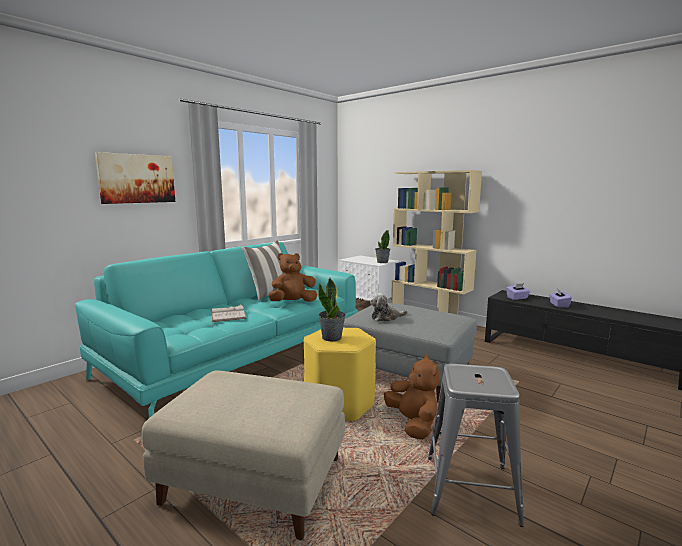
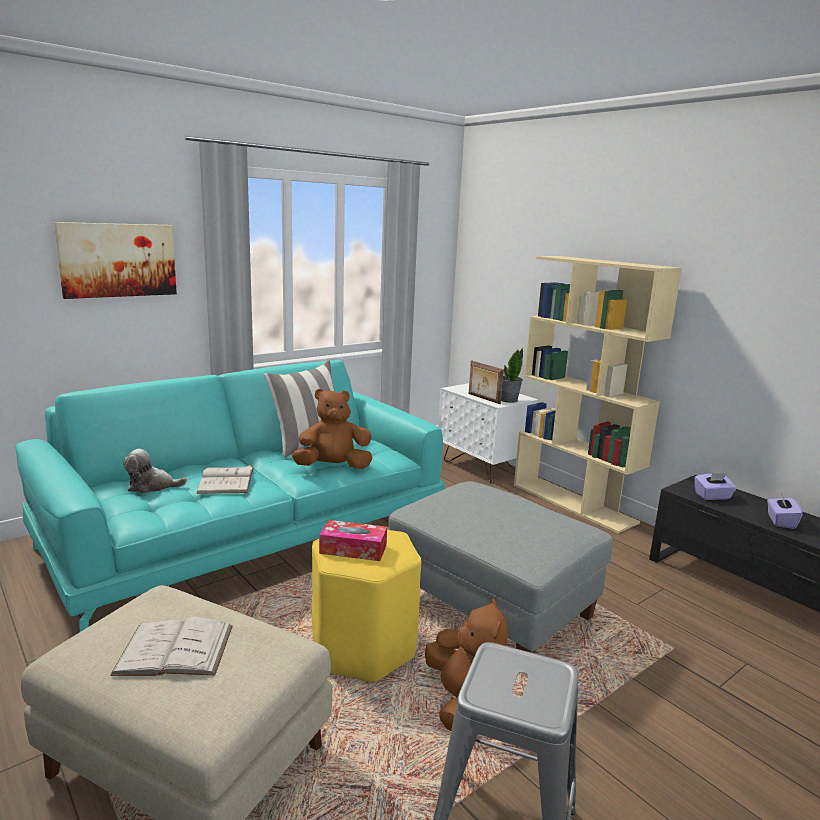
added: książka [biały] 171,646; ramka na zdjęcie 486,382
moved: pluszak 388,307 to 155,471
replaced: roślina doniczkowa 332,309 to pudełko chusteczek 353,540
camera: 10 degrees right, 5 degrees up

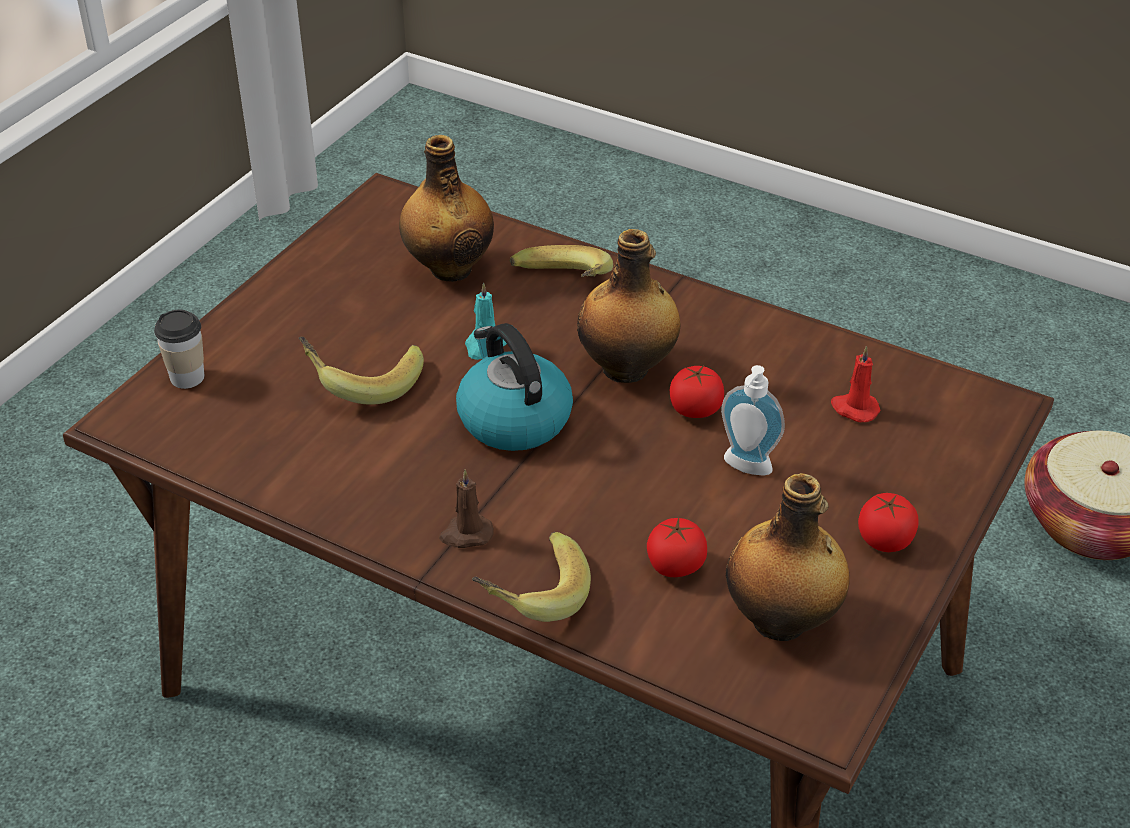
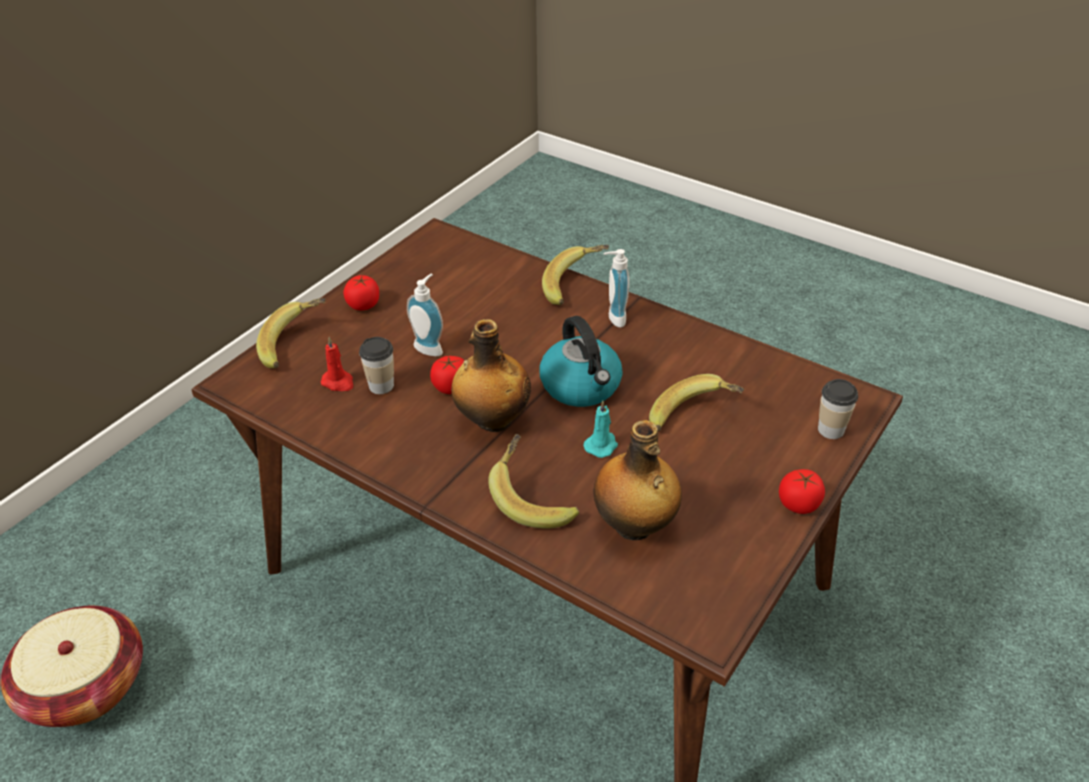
removed: butelka 788,557
added: banan 290,333; filiżanka 376,365
moved: pomidor 677,547 to 802,491
replaced: świeca [brązowy] 466,509 to dozownik mydła 616,288
camera: 175 degrees left, 0 degrees up

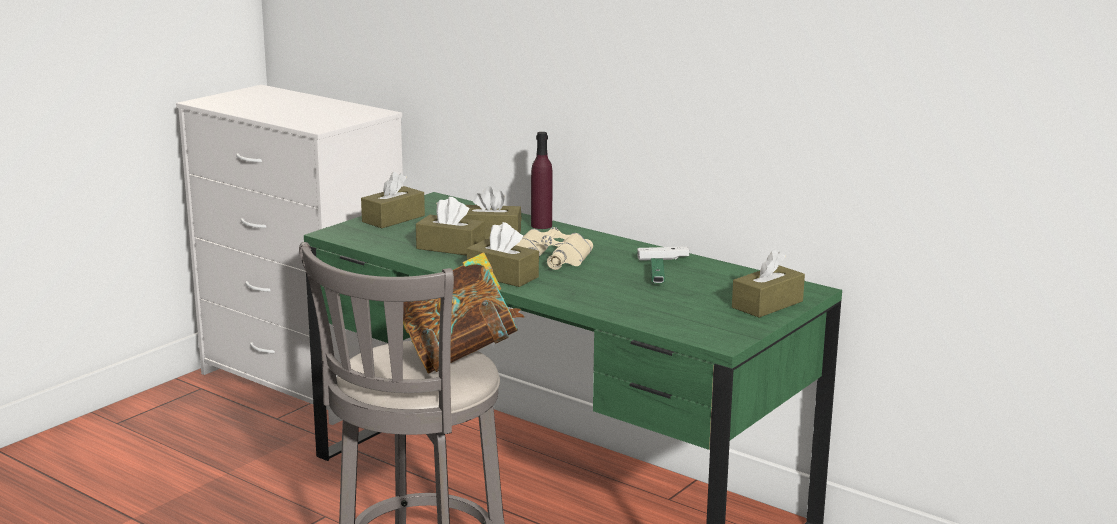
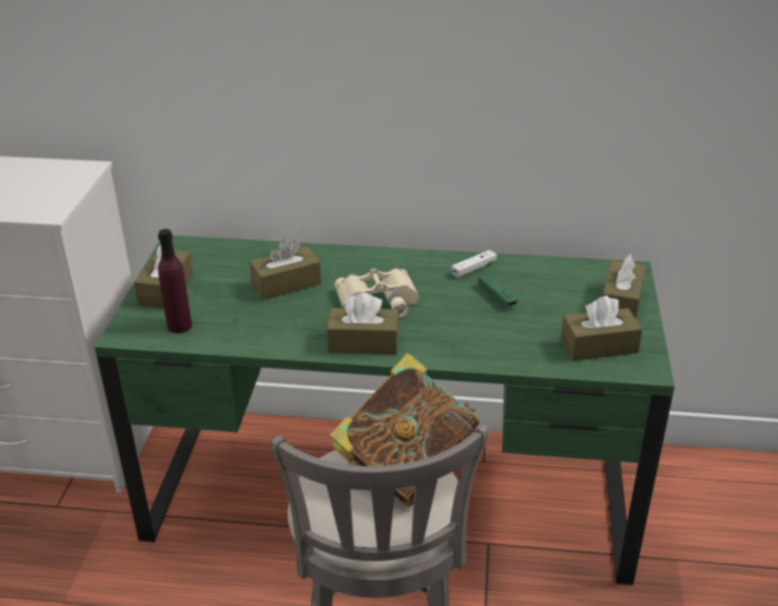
moved: pudełko chusteczek [brązowy] 450,226 to 602,328; butelka [fioletowy] 541,180 to 175,281
camera: 30 degrees left, 15 degrees up

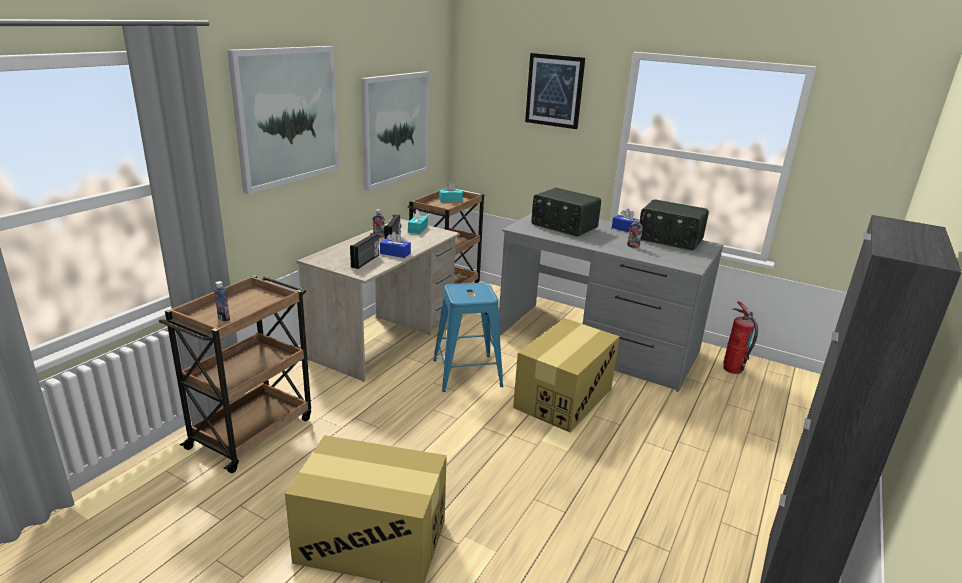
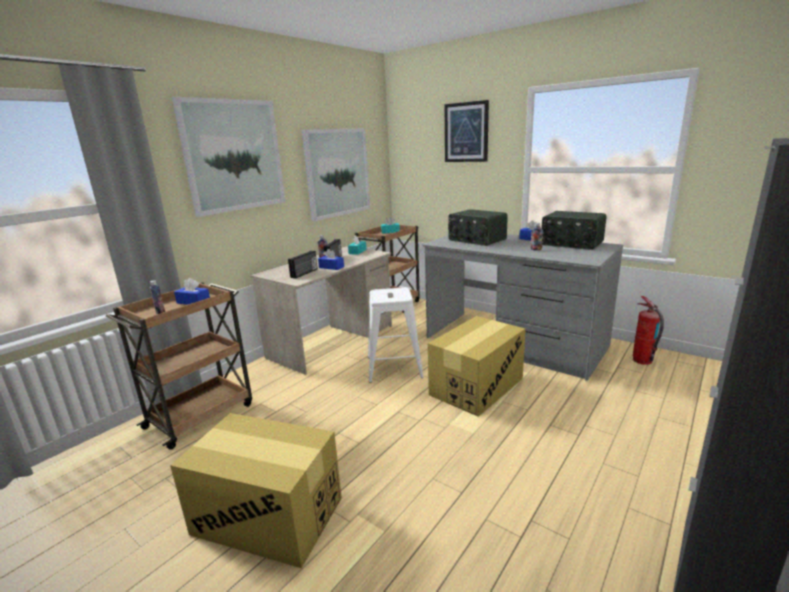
added: pudełko chusteczek [niebieski] 192,291
recoloured: stołek [niebieski] 468,337 to stołek [biały] 396,335
camera: 10 degrees right, 5 degrees down

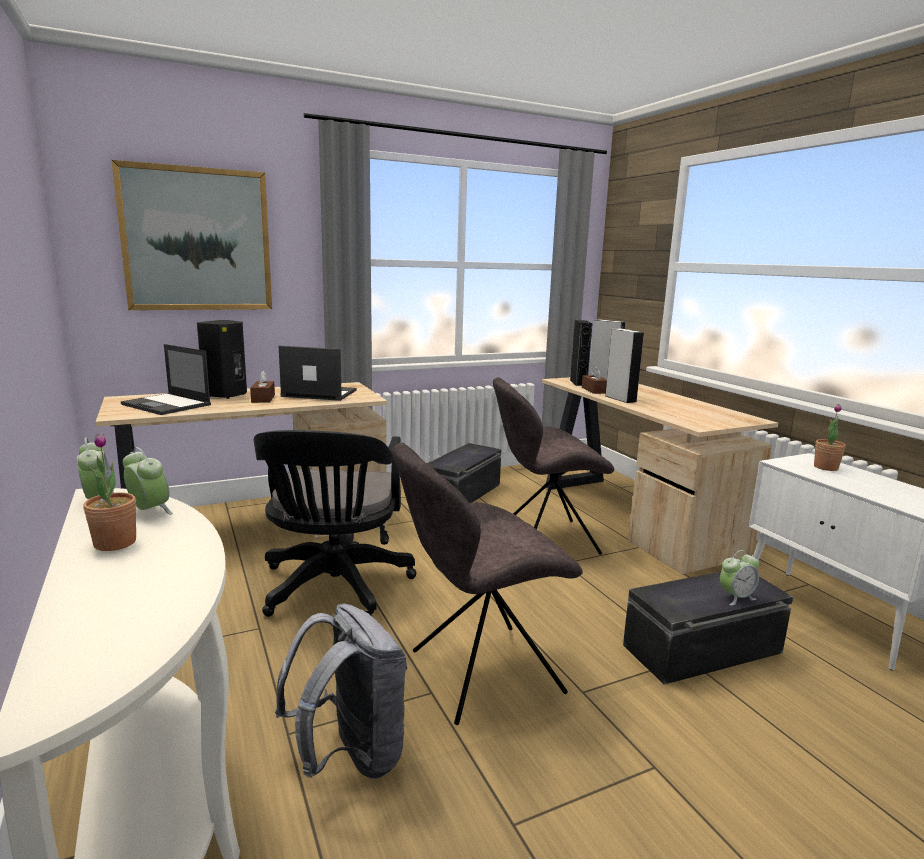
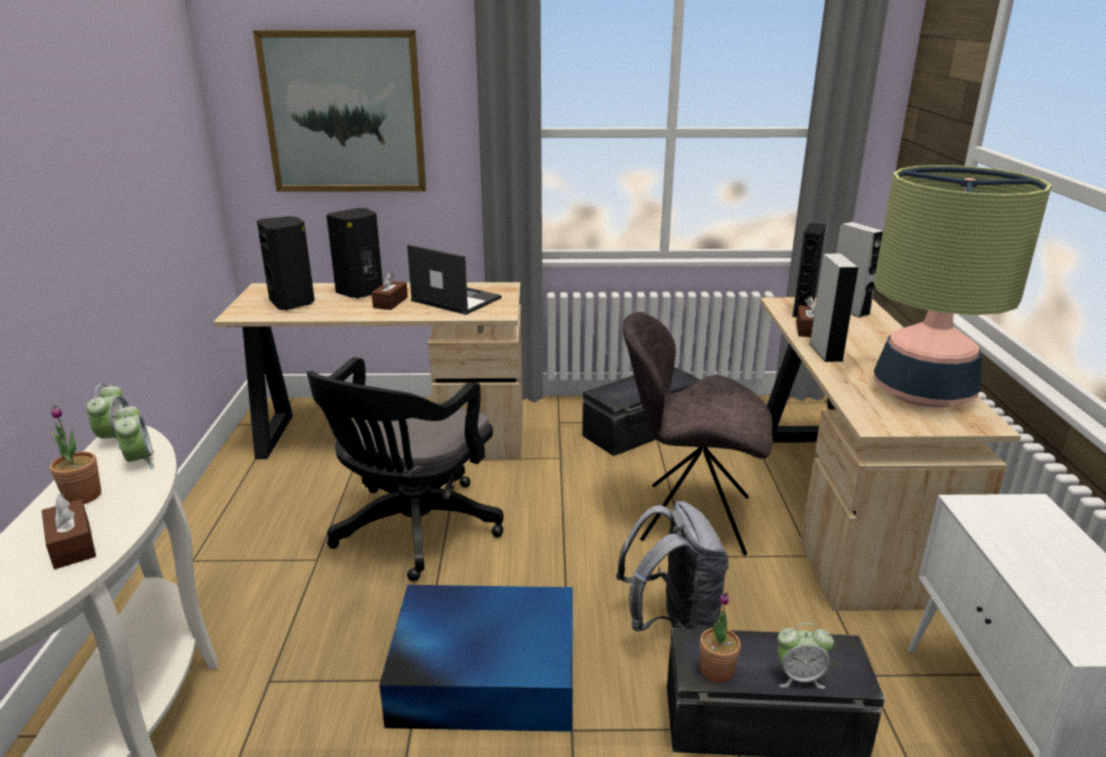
added: pudełko chusteczek [brązowy] 69,531; lampa stołowa 962,286
moved: plecak [szary] 341,691 to 672,566; roślina doniczkowa 830,437 to 720,637
replaced: laptop 166,379 to głośnik [czarny] 286,263; krzesło [szary] 487,583 to pojemnik do przechowywania [niebieski] 476,658
camera: 25 degrees right, 10 degrees up

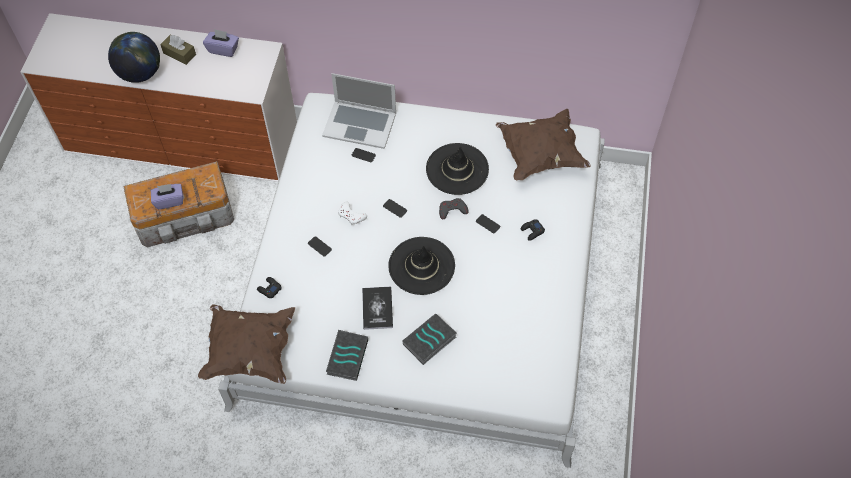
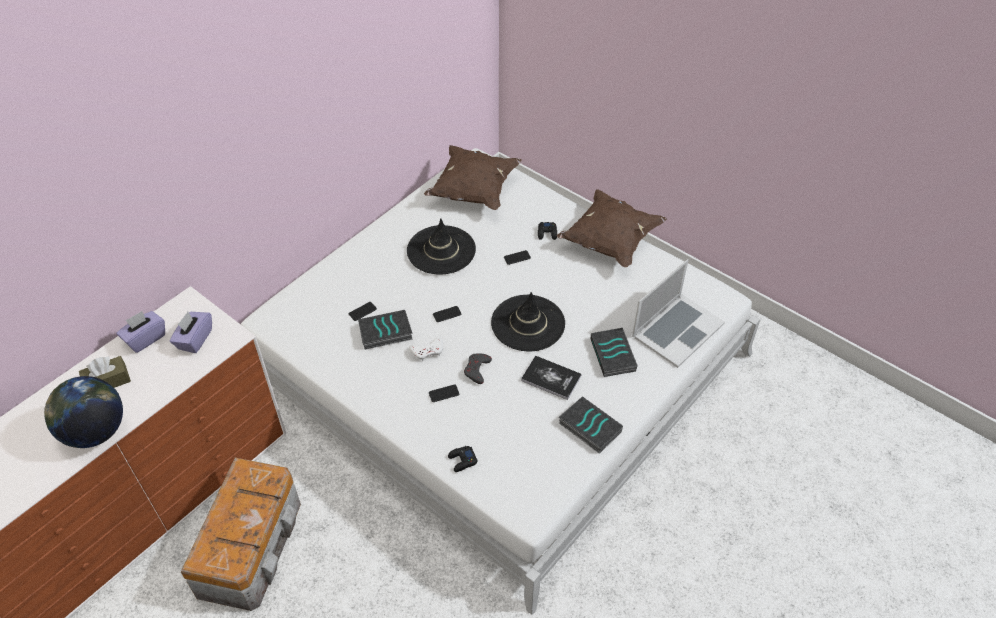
added: książka 385,330
moved: pudełko chusteczek [fioletowy] 167,196 to 191,332; poduszka [brązowy] 246,344 to 612,228; laptop 359,111 to 678,313; pad do gier [szary] 453,208 to 478,368
camera: 60 degrees left, 10 degrees down

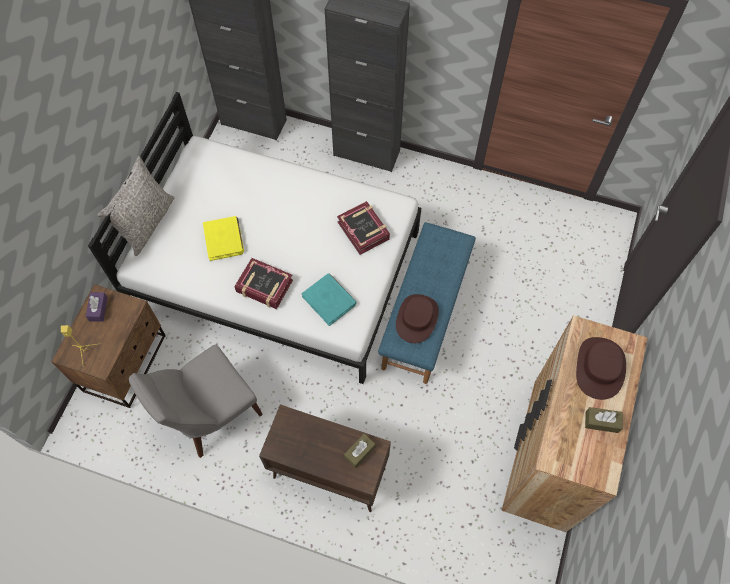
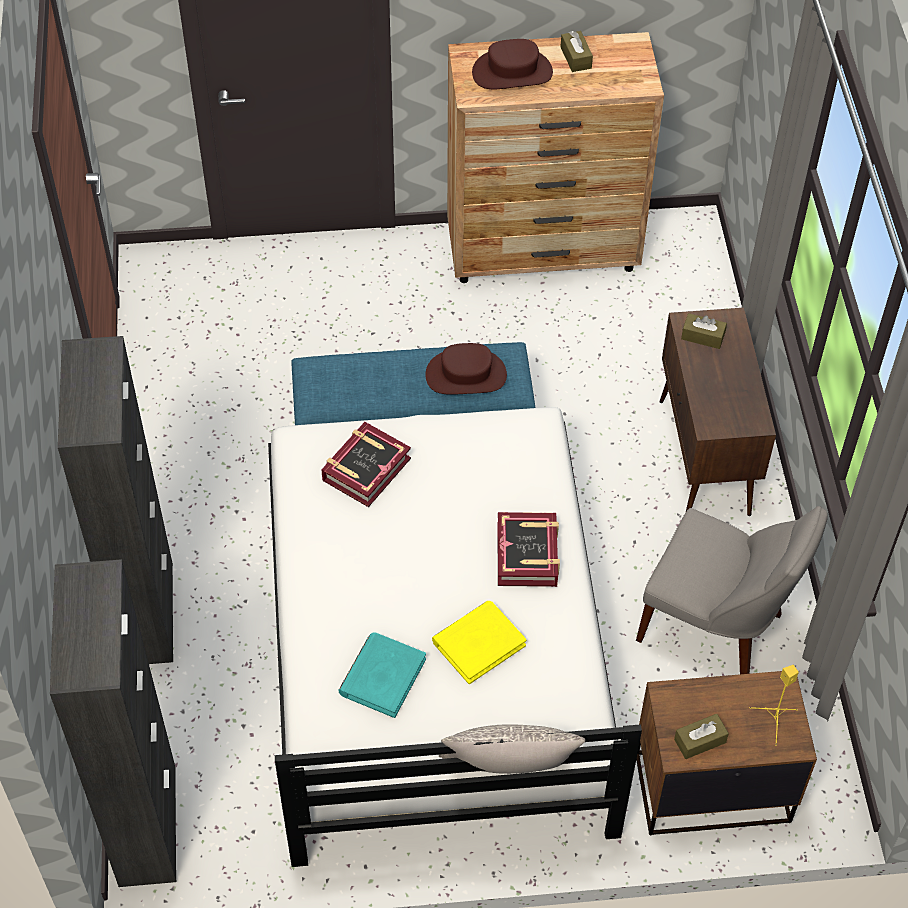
moved: książka [turkusowy] 329,299 to 382,675
recoloured: pudełko chusteczek [fioletowy] 97,307 to pudełko chusteczek [brązowy] 701,736
camera: 115 degrees left, 10 degrees down

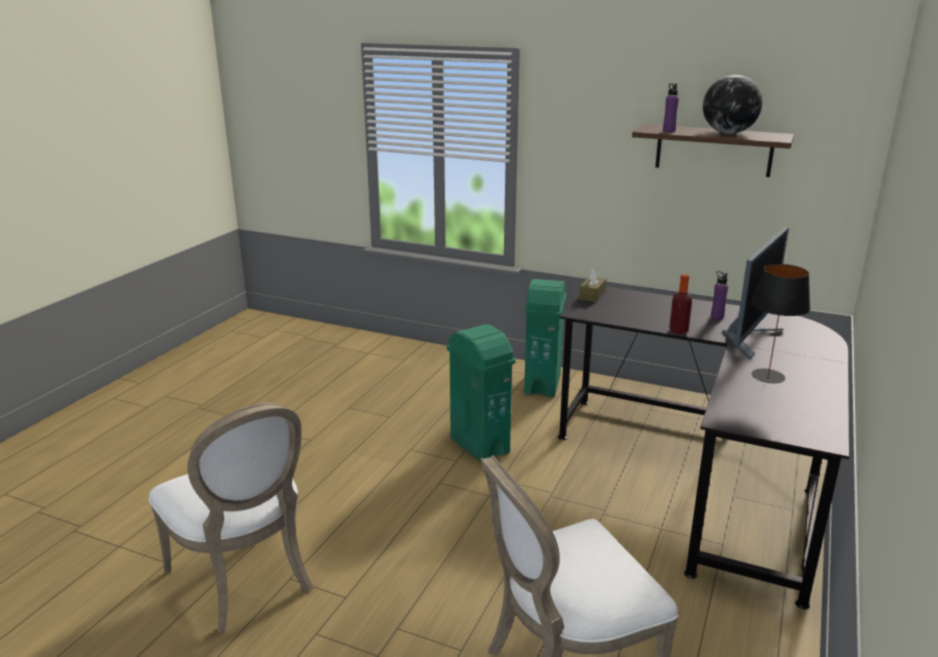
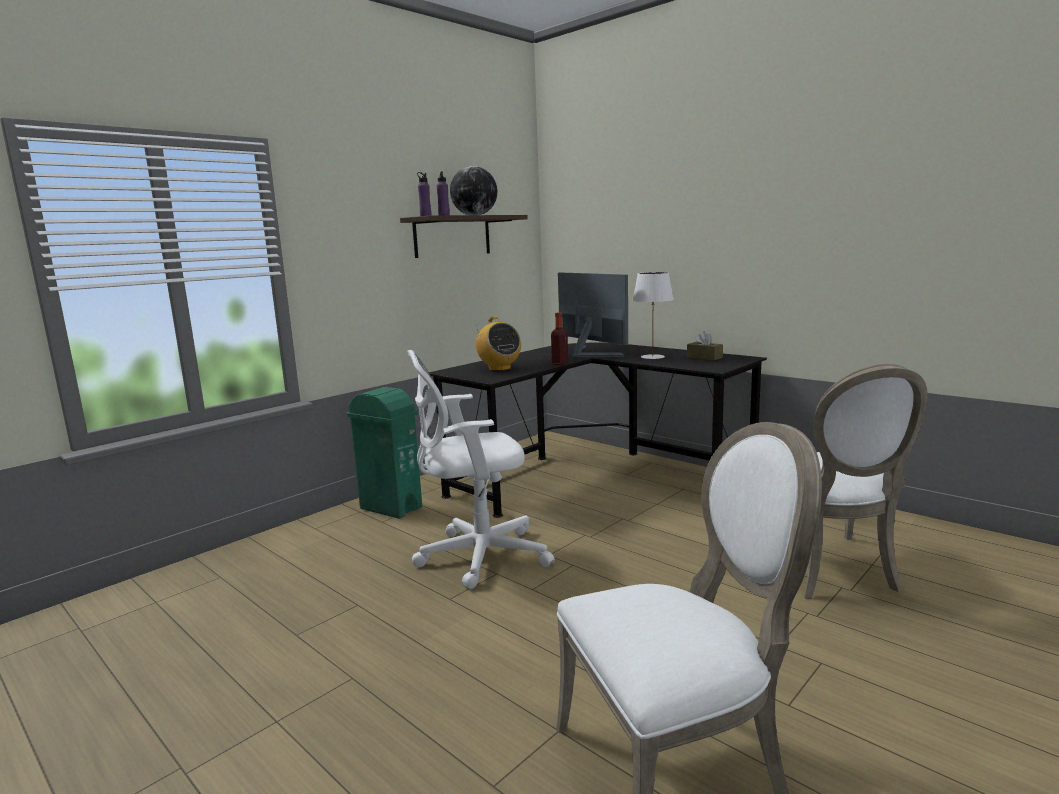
added: radio 498,343
moved: pudełko chusteczek [brązowy] 592,285 to 705,345; butelka [fioletowy] 719,295 to 424,194
replaced: kosz na śmieci [zielony] 481,393 to krzesło biurowe [biały] 481,469
recoloured: lampa stołowa [czarny] 780,323 to lampa stołowa [biały] 653,315
camera: 70 degrees left, 10 degrees down

